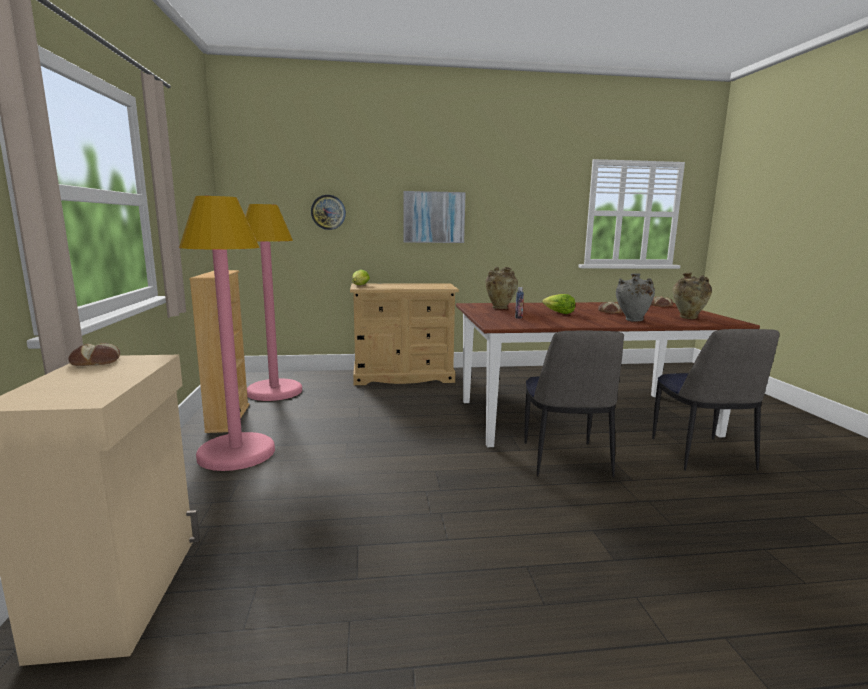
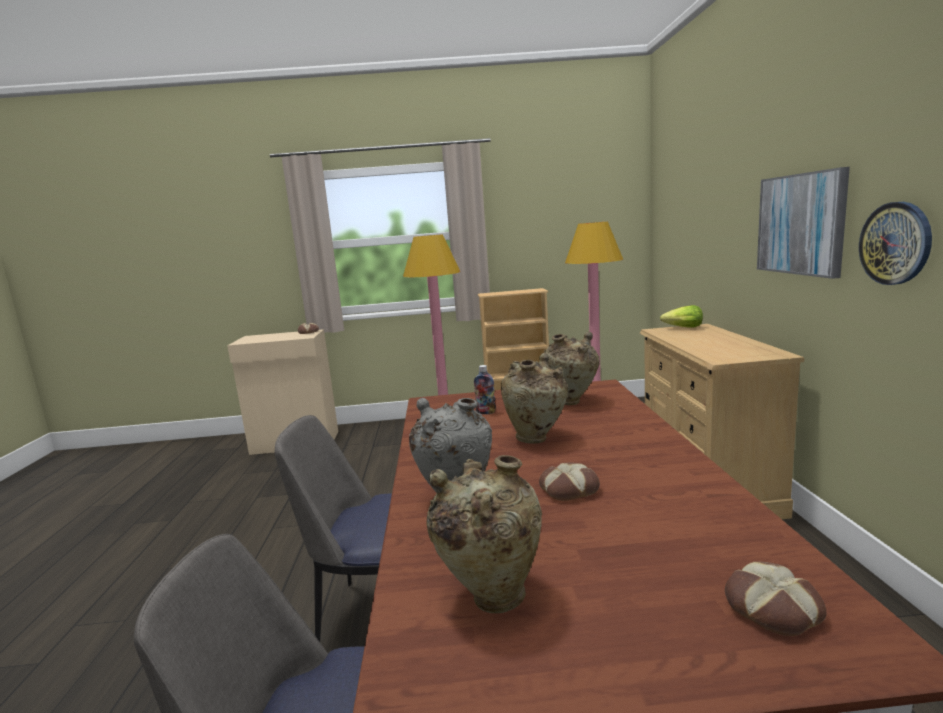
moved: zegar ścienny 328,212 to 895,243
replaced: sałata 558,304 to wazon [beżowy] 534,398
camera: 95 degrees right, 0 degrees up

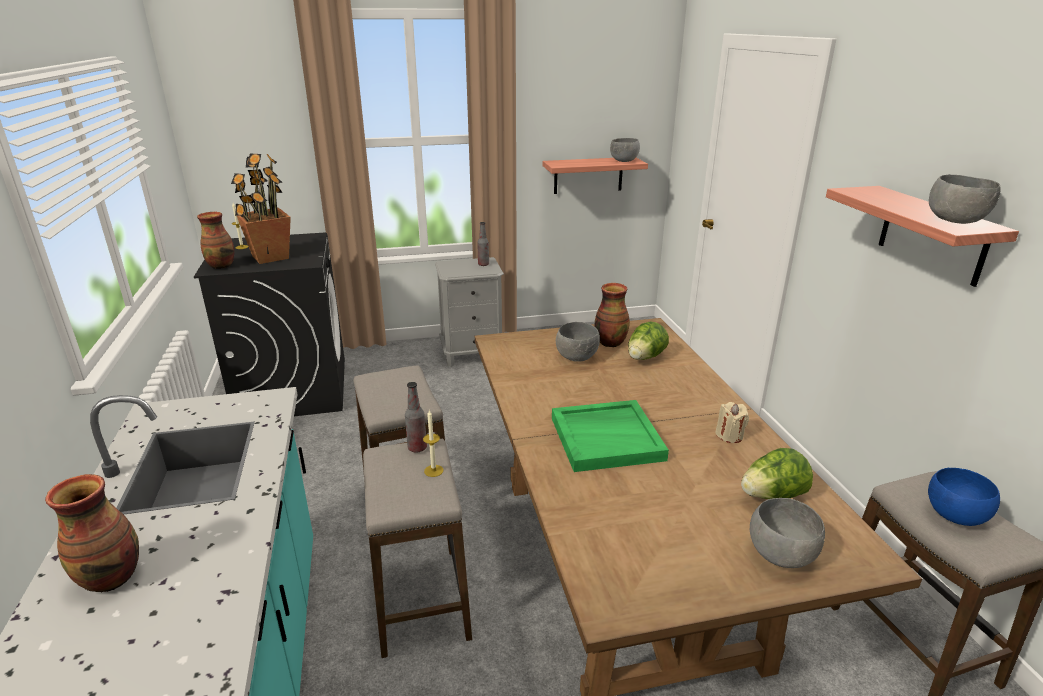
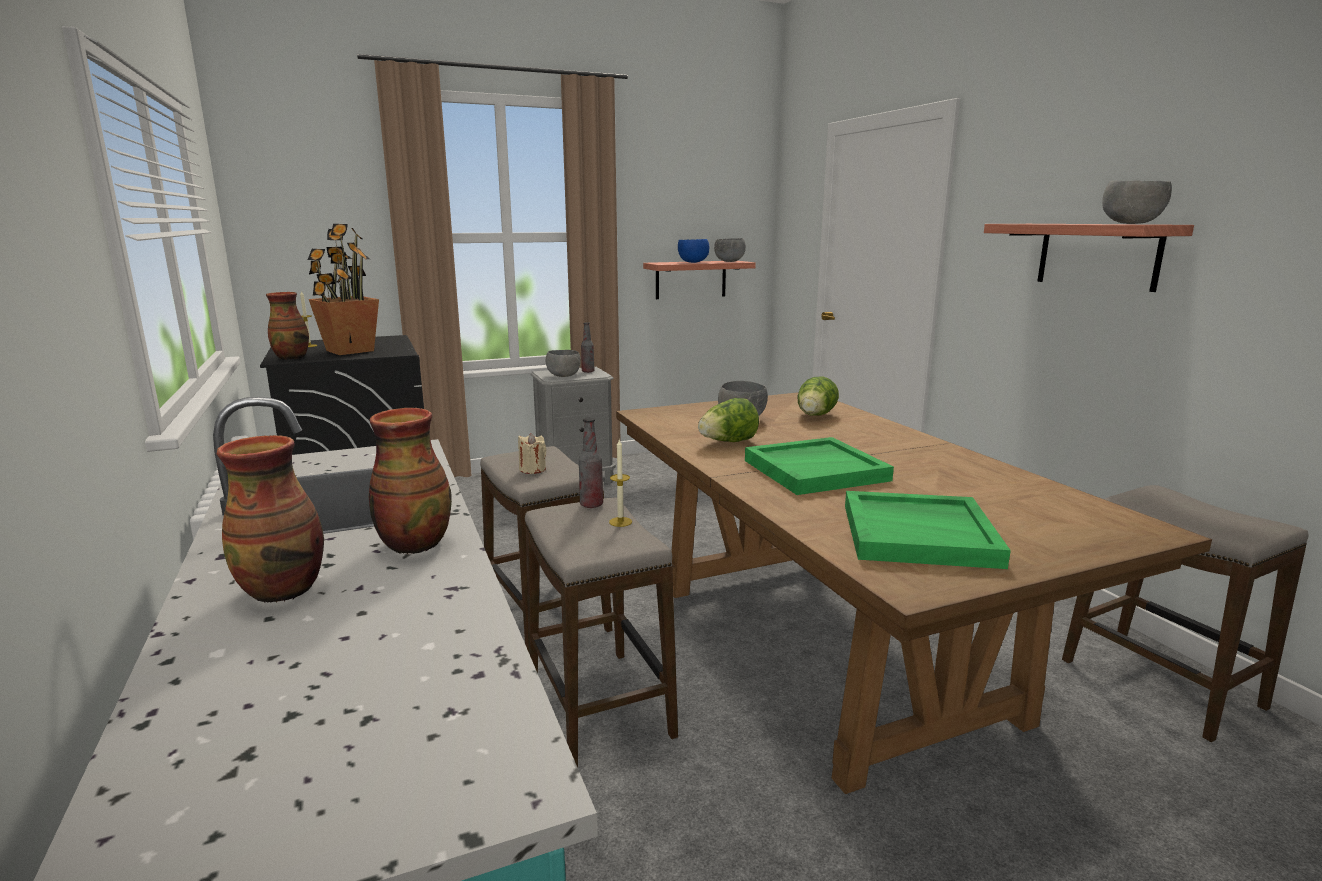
added: taca [zielony] 928,530
moved: wazon 612,315 to 410,481; świeca [beżowy] 732,422 to 532,453; sałata 777,473 to 728,420; miska [szary] 787,533 to 563,363; miska [niebieski] 964,497 to 693,251
camera: 10 degrees left, 10 degrees down

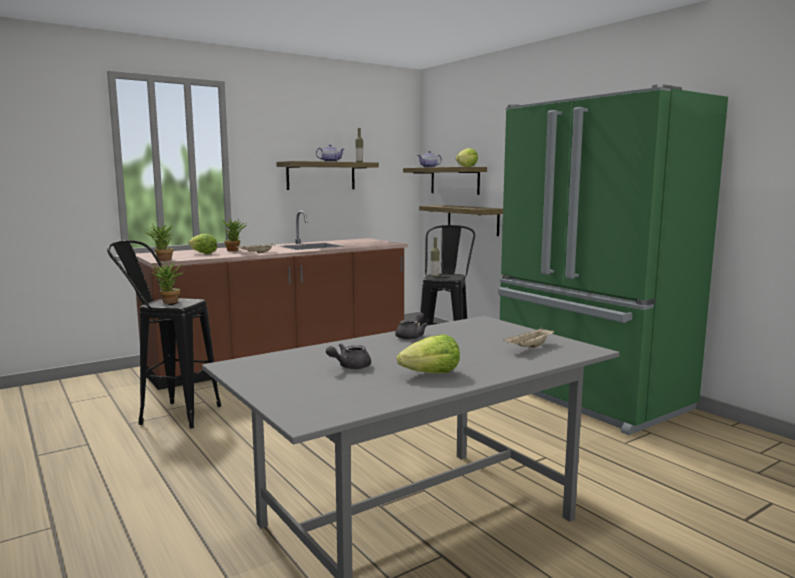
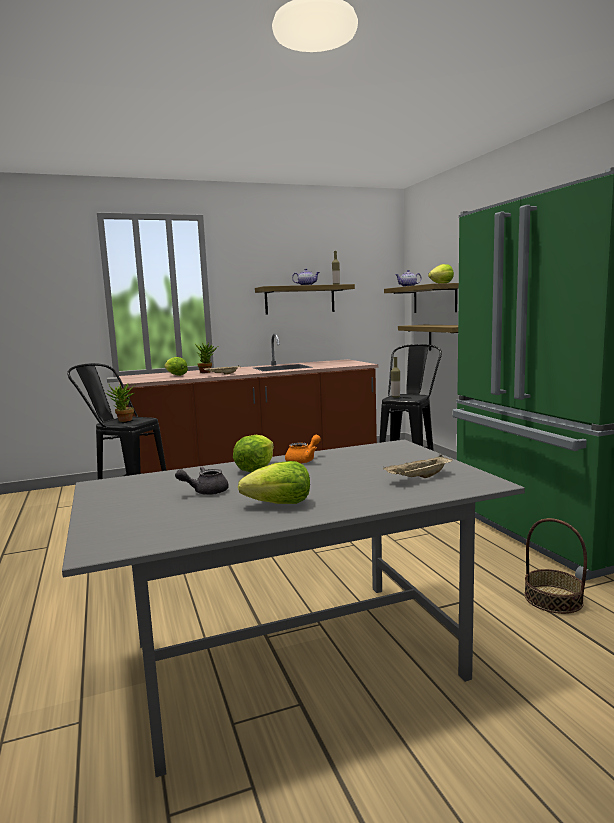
removed: roślina doniczkowa 159,242
added: sałata 253,453; koszyk 555,566
recoloured: imbryk [szary] 411,326 to imbryk [pomarańczowy] 303,449
camera: 15 degrees right, 0 degrees up

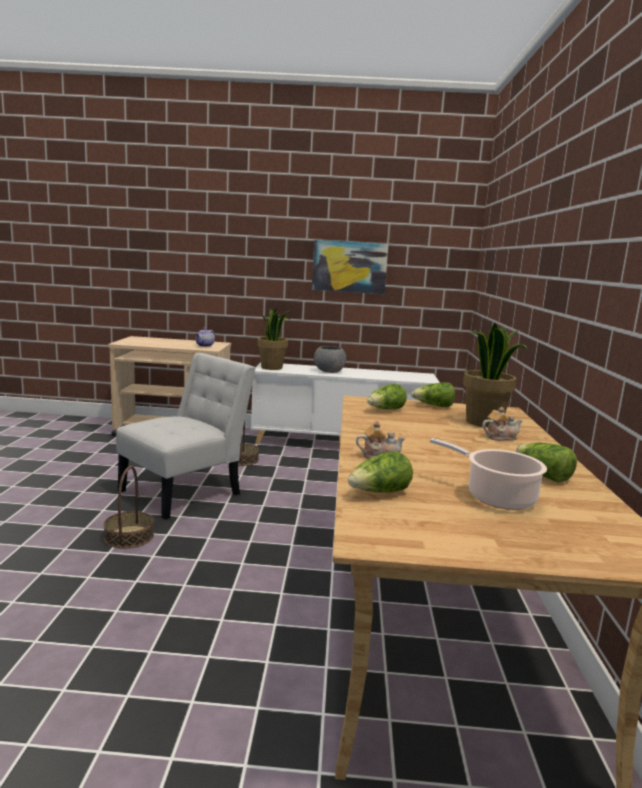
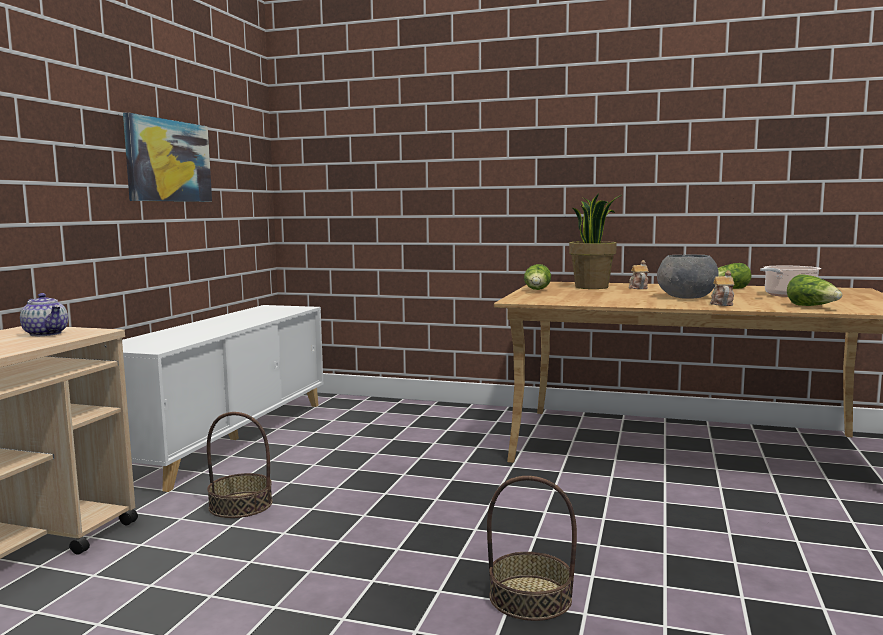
removed: krzesło [biały] 186,436; roślina doniczkowa 273,339; sałata 387,397
moved: miska [szary] 330,359 to 688,276
camera: 75 degrees left, 5 degrees down

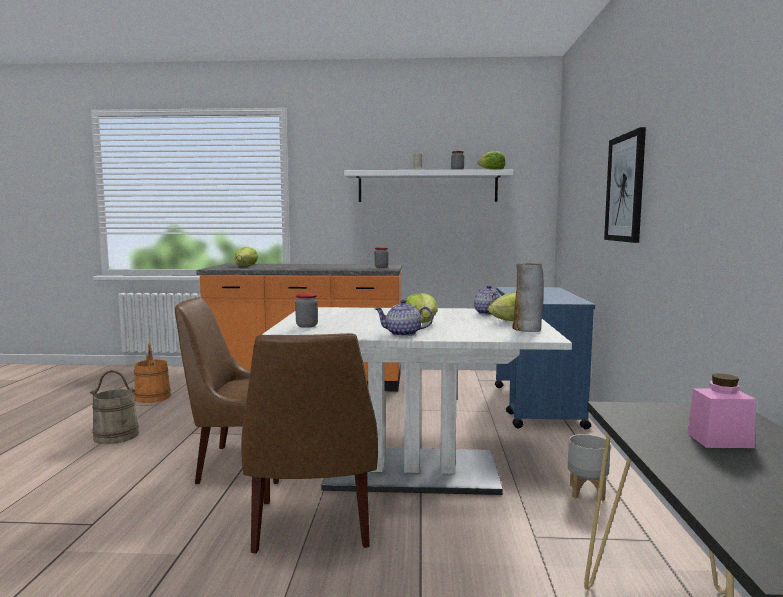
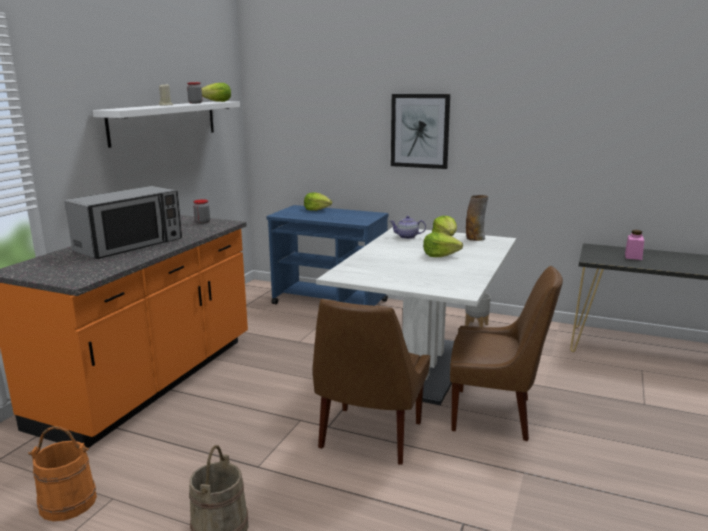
removed: słoik 306,310; imbryk 404,318
added: mikrofalówka 123,222
moved: sałata 246,256 to 318,201
camera: 70 degrees left, 10 degrees up

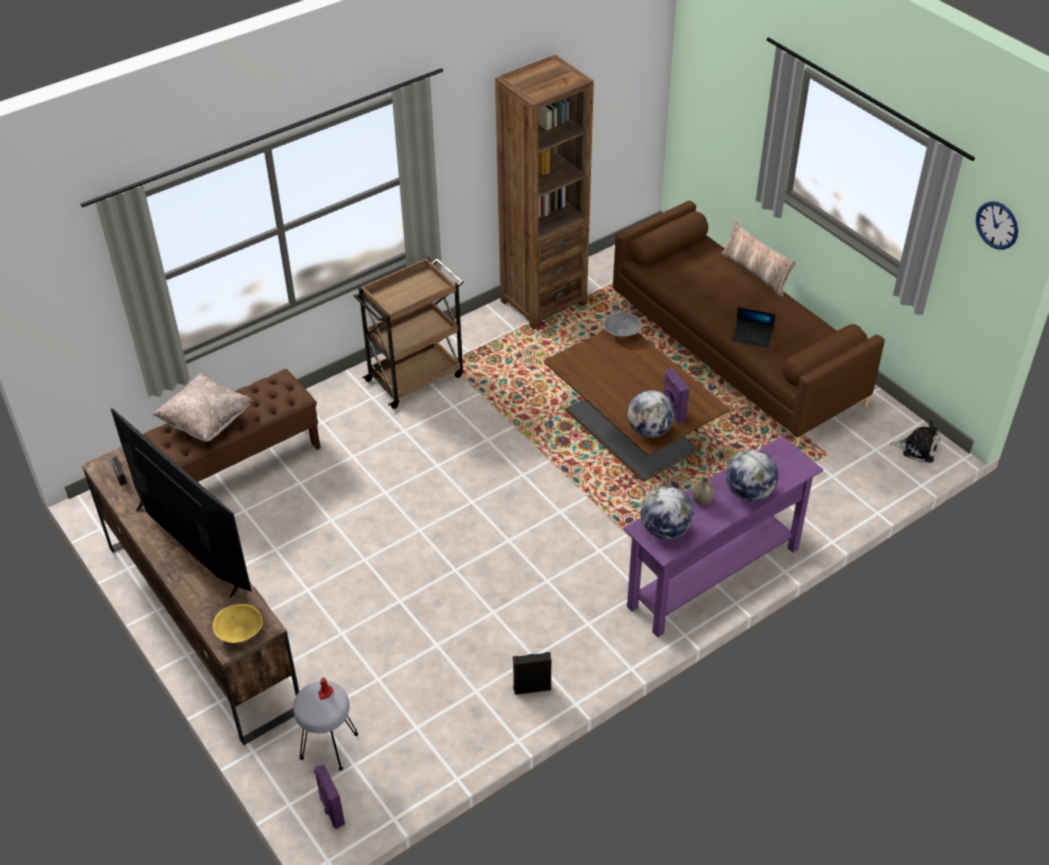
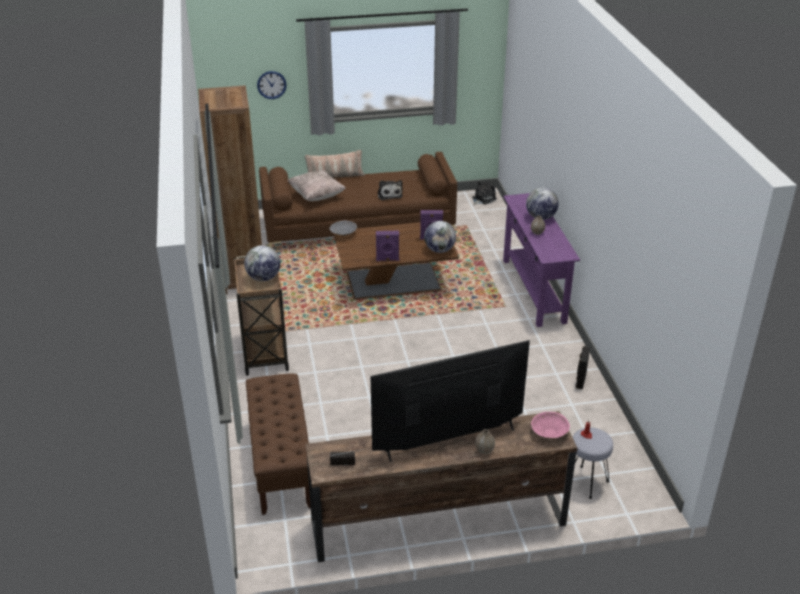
added: wazon 485,441
moved: poduszka [beżowy] 203,407 to 316,185; głośnik [fioletowy] 329,796 to 387,245; globus 667,513 to 262,263; zegar ścienny 997,225 to 272,85
replaced: laptop 753,327 to pluszak 390,190
recoloured: miska [żółty] 237,623 to miska [różowy] 550,425
camera: 65 degrees left, 10 degrees down

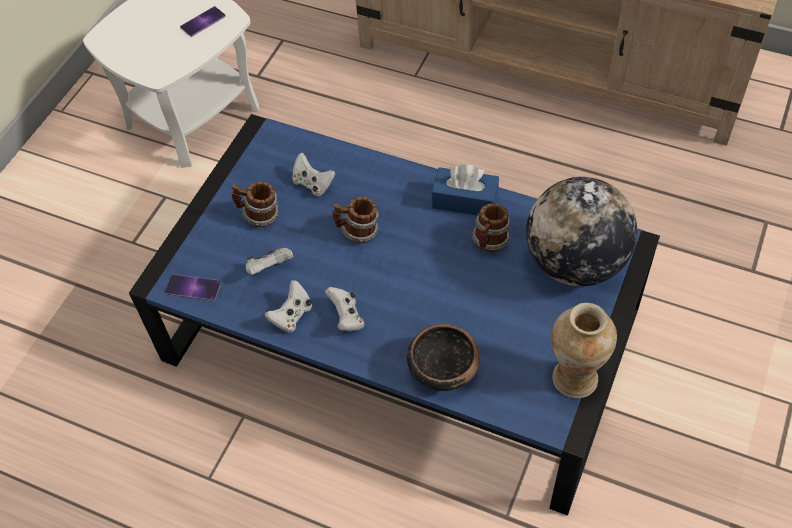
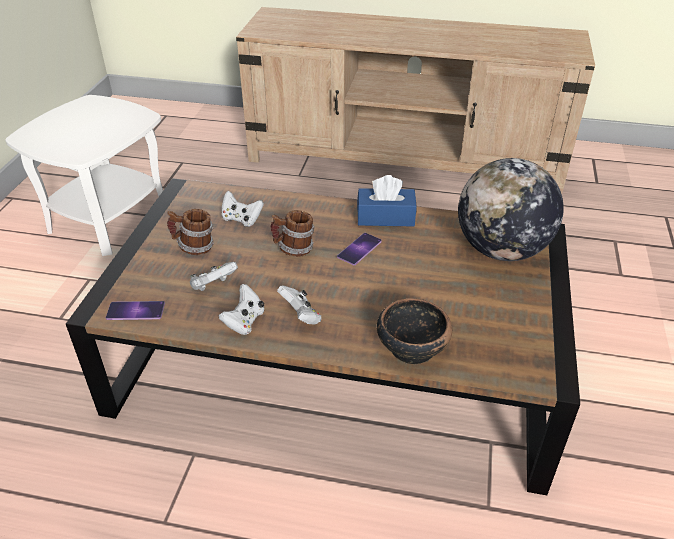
removed: kubek 491,228; wazon 584,350
moved: telefon 203,21 to 359,249
recoloured: ława [niebieski] 394,315 to ława [brązowy] 323,336
camera: 15 degrees left, 15 degrees down

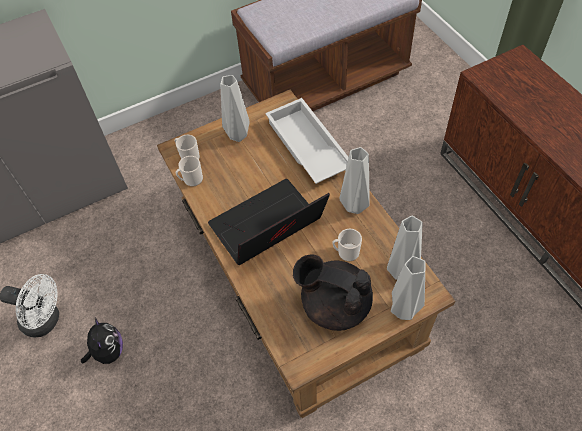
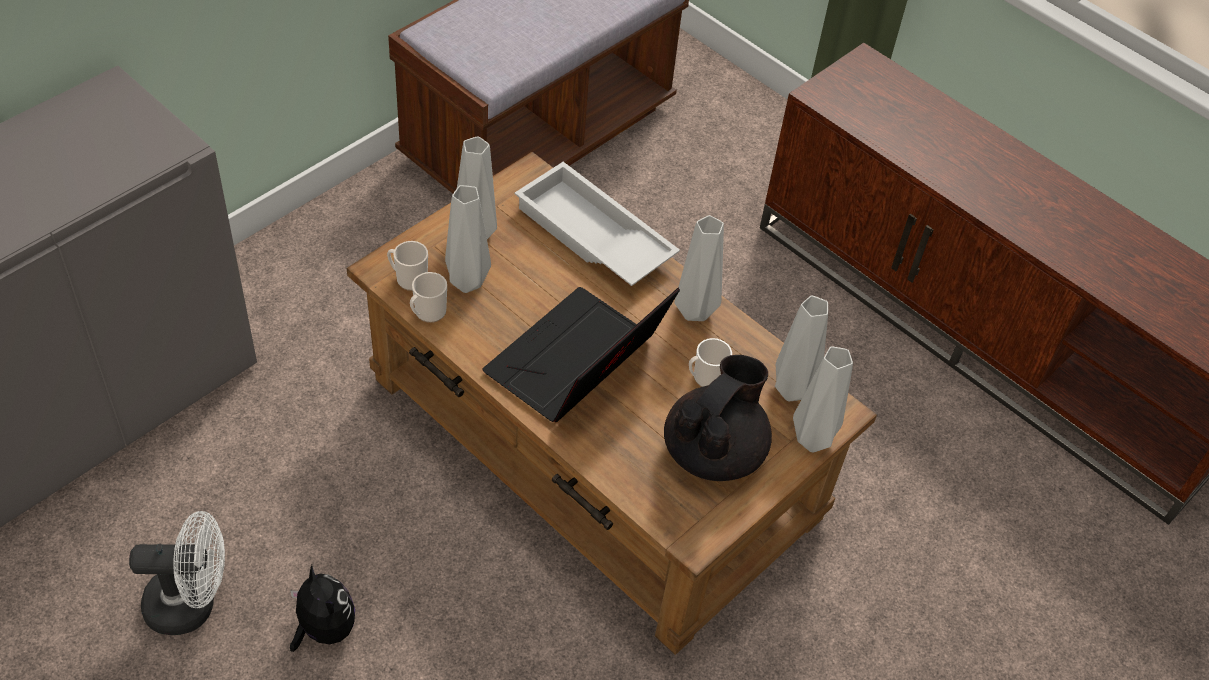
added: wazon [szary] 468,239
turned: imbryk [czarny] 333,292 = 718,418 120 degrees clockwise
camera: 25 degrees left, 5 degrees down

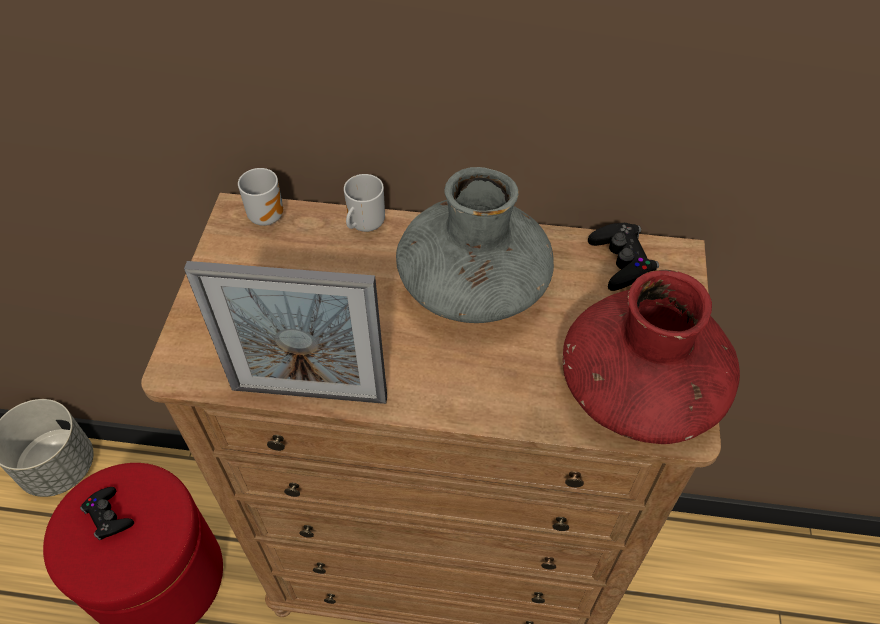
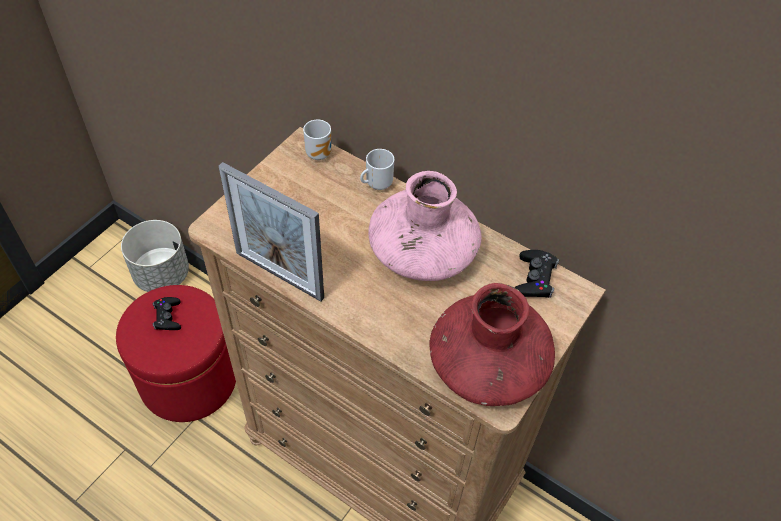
recoloured: wazon [szary] 475,245 to wazon [różowy] 424,226
camera: 25 degrees right, 0 degrees up

